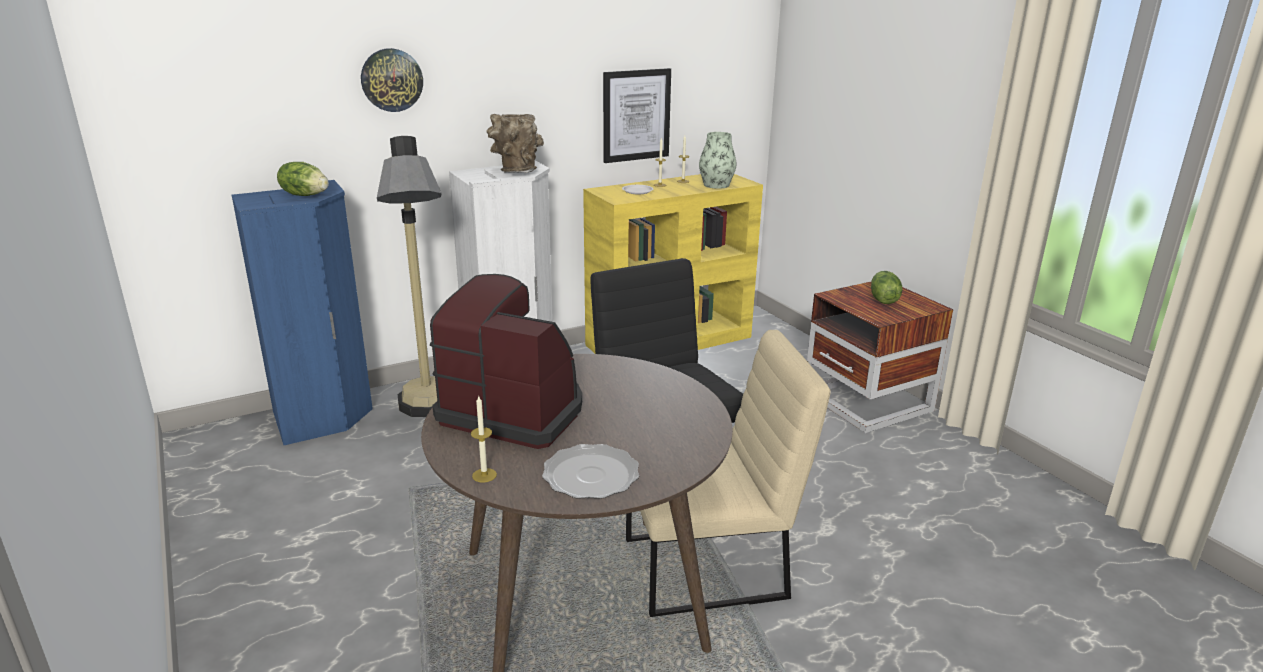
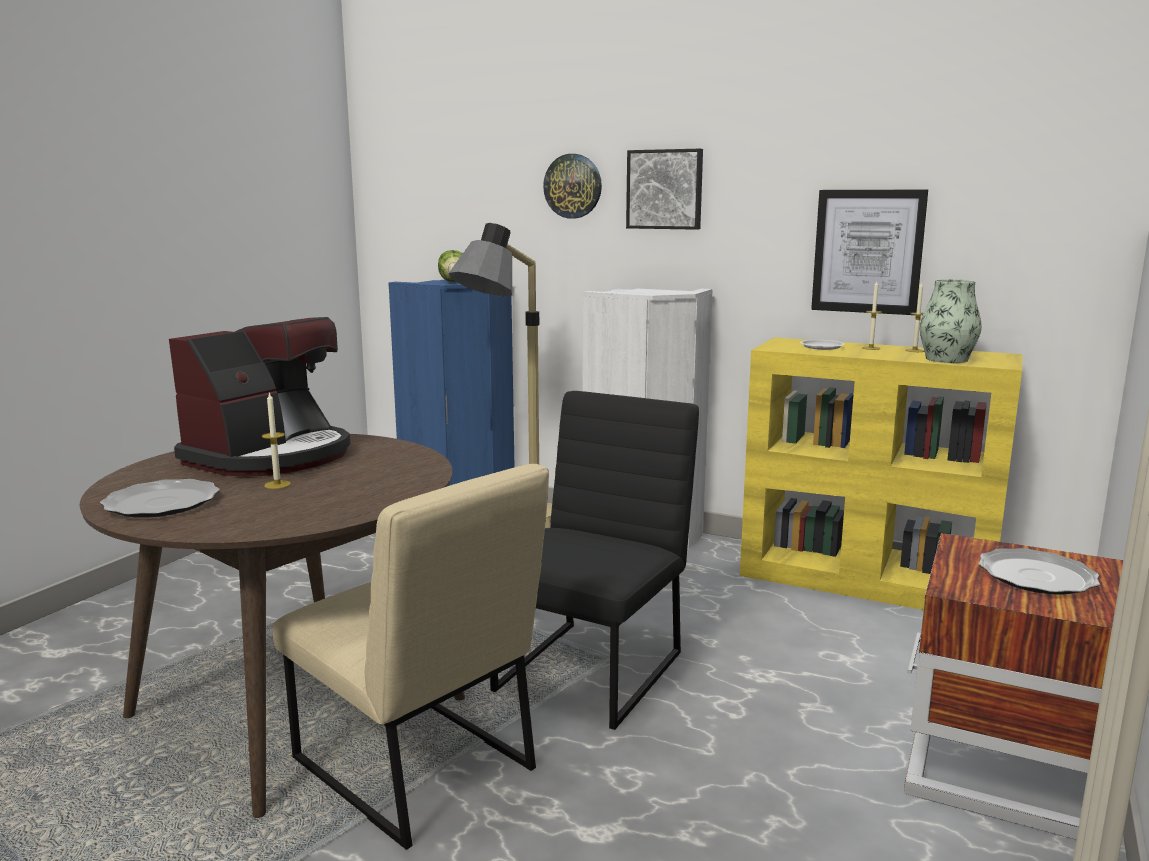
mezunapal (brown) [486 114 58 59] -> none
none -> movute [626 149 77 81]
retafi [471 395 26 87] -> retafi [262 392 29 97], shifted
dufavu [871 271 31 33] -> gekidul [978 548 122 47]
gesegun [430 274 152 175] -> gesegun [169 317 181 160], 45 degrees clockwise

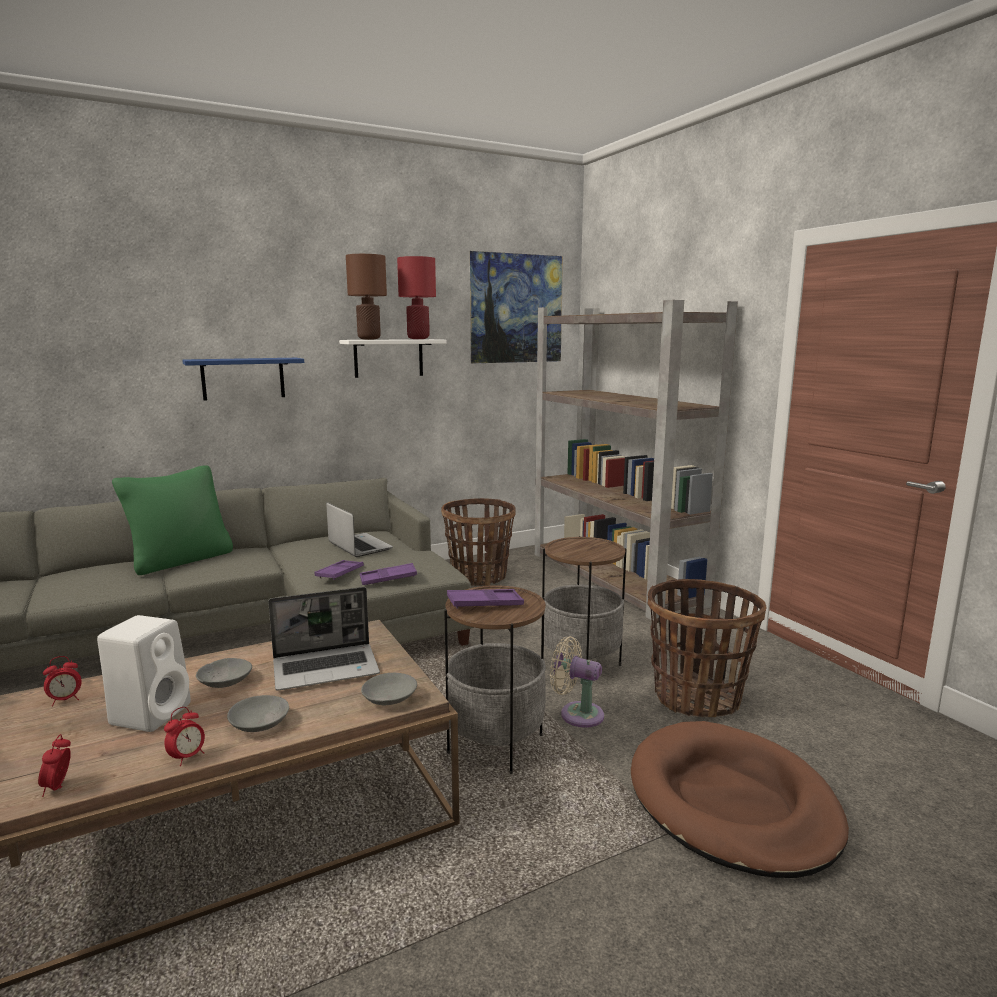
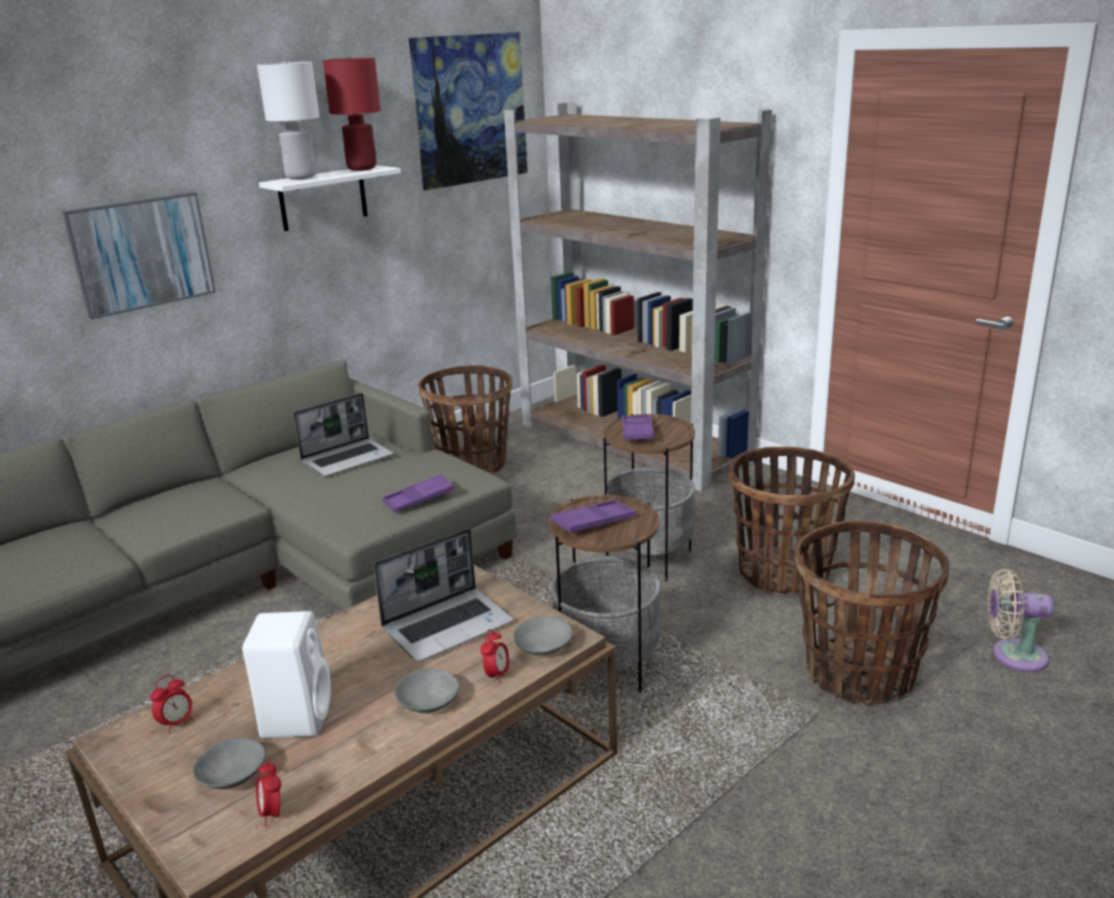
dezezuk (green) [112 465 121 110] -> none
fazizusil [164 707 41 59] -> fazizusil [480 629 29 54], shifted
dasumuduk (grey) [196 658 56 30] -> dasumuduk (grey) [193 738 73 51], shifted
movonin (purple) [315 560 49 20] -> movonin (purple) [622 414 31 27], shifted
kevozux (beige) [550 636 54 92] -> kevozux (beige) [987 569 67 103], shifted
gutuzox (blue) [182 358 122 43] -> movute [62 192 154 127]
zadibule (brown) [631 721 218 157] -> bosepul [795 520 155 185]
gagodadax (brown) [346 254 41 86] -> gagodadax (white) [257 61 63 119]
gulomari [326 502 67 55] -> gulomari [293 393 101 83], 105 degrees clockwise

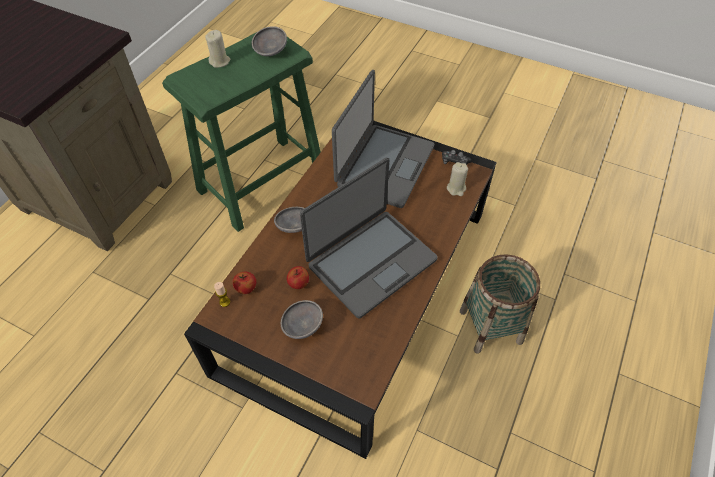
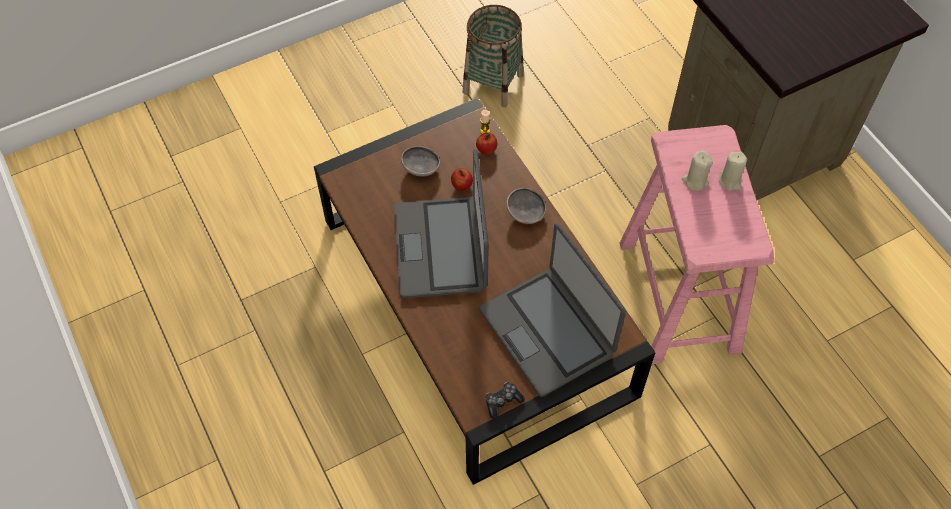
dasumuduk (grey) [252 26 35 30] -> none
retafi (beige) [447 162 21 34] -> retafi (beige) [682 151 31 40], shifted
bosepul [460 255 80 99] -> bosepul [463 5 60 102], shifted
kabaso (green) [162 32 159 200] -> kabaso (pink) [620 125 154 239]

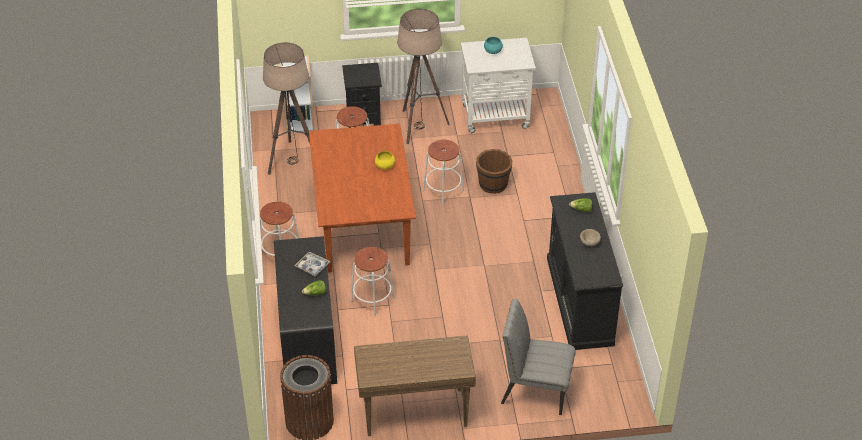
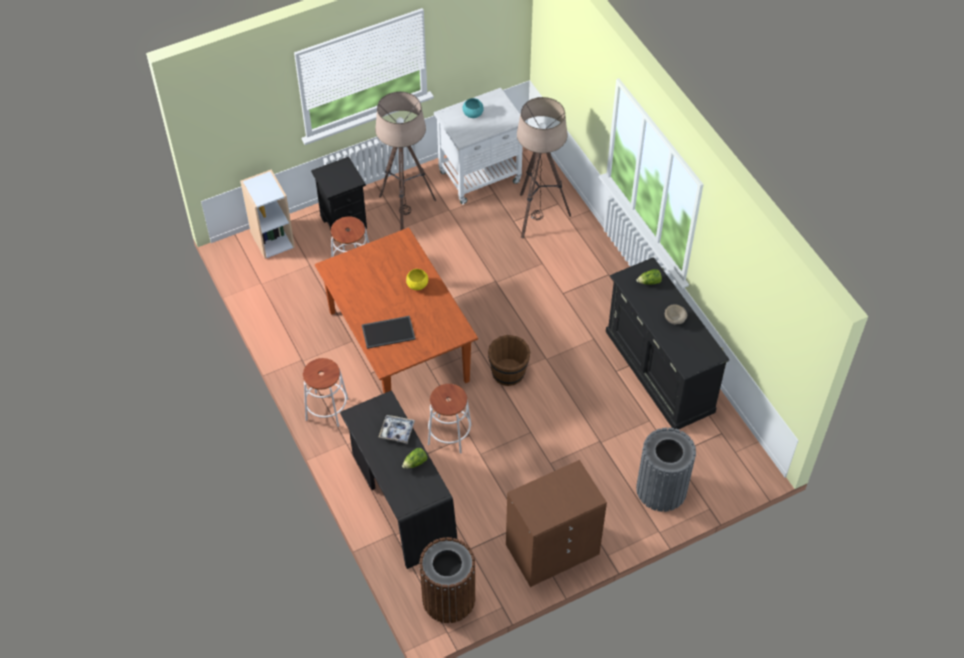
kabaso (white) [423 140 41 65] -> none
none -> movonin [362 316 54 33]
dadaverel [263 43 47 132] -> dadaverel [517 97 54 141], shifted
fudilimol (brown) [476 149 36 45] -> fudilimol (brown) [488 335 42 51], shifted
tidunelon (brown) [354 335 122 101] -> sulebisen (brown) [506 460 101 127]
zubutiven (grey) [501 299 75 116] -> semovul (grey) [636 427 60 85]

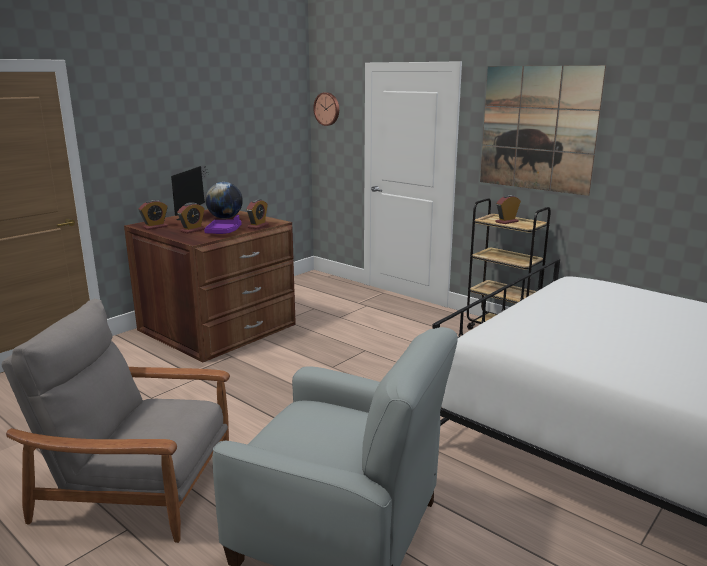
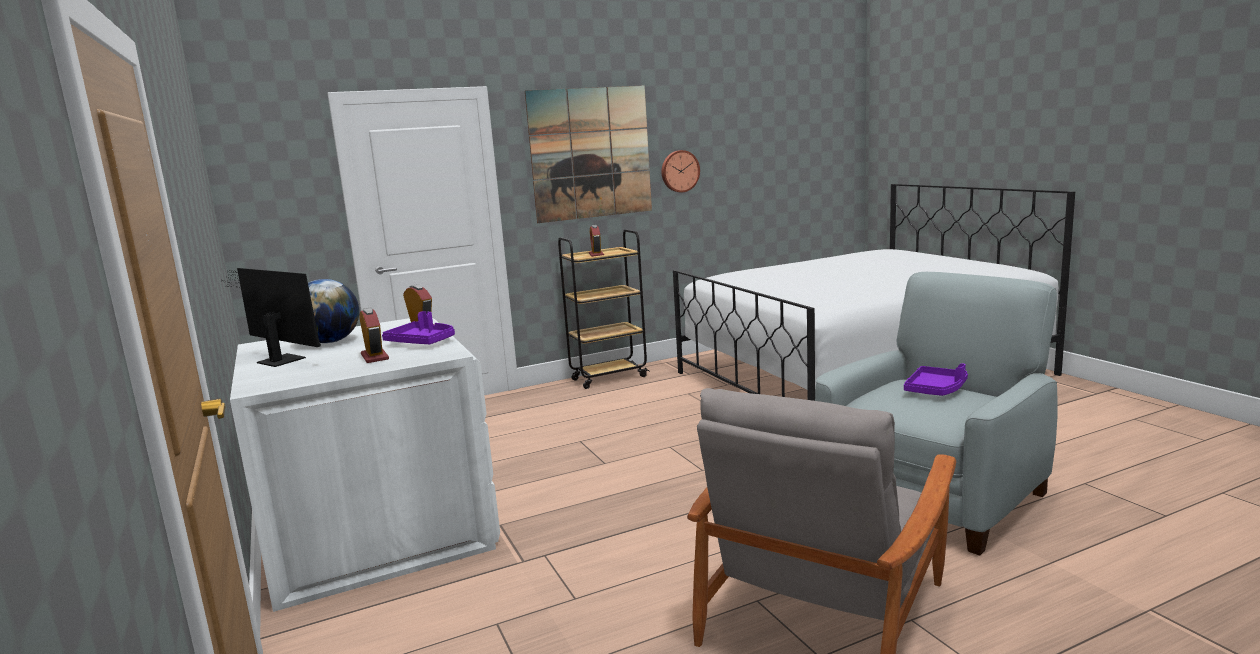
fazizusil [138 200 30 30] -> none
none -> movonin (purple) [904 364 64 32]
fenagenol [313 92 26 34] -> fenagenol [662 150 38 42], shifted
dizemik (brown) [124 209 172 154] -> dizemik (white) [230 318 270 294]

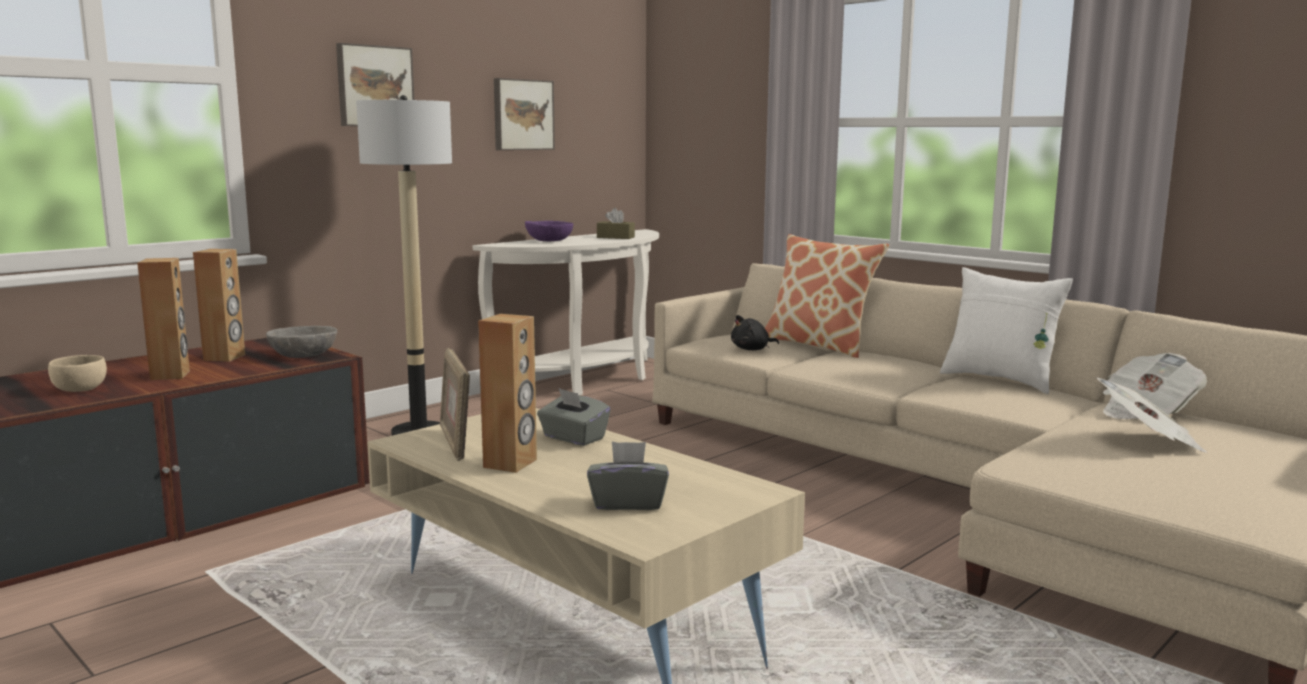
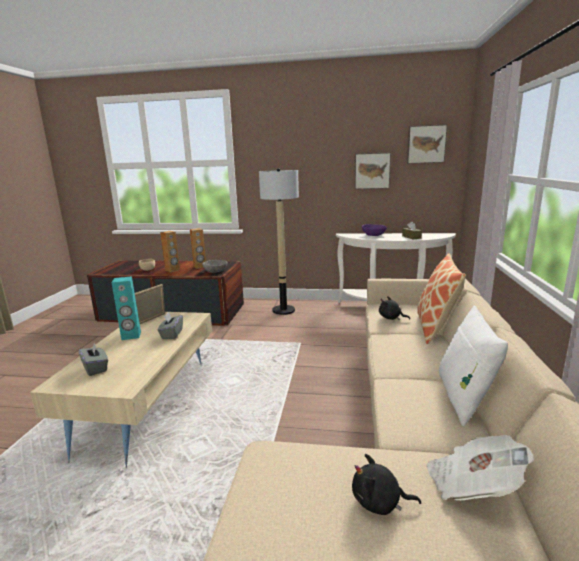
movute [336 43 78 83] -> movute [407 124 41 40], shifted
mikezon [1096 377 112 76] -> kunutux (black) [352 454 69 61]
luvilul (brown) [478 314 59 159] -> luvilul (turquoise) [111 277 30 63]

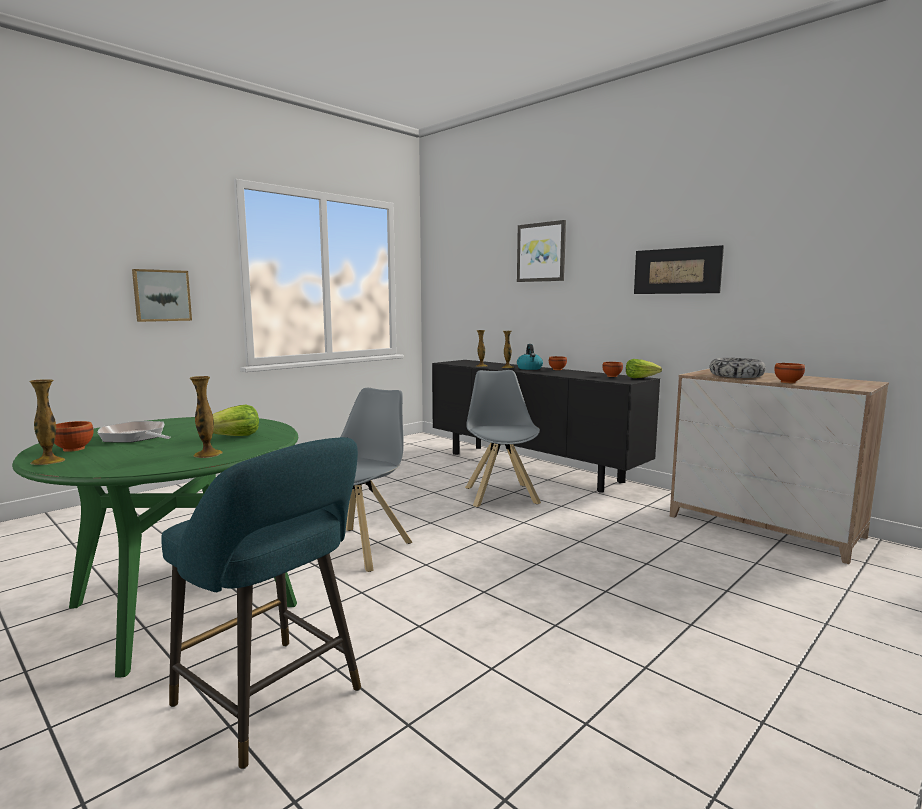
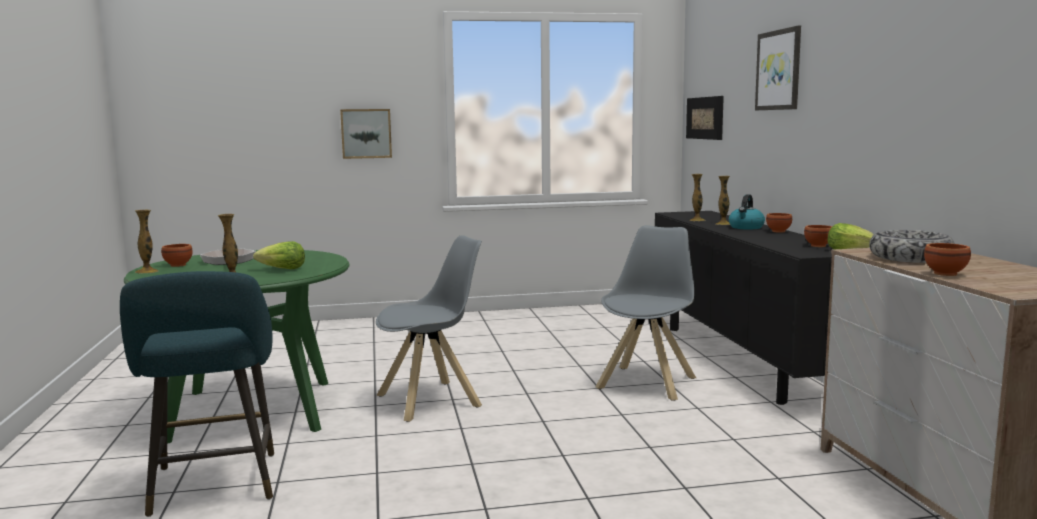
movute [634 245 90 49] -> movute [686 96 38 44], shifted

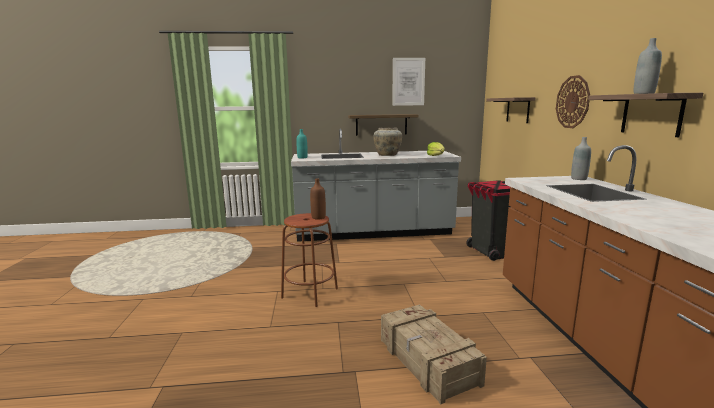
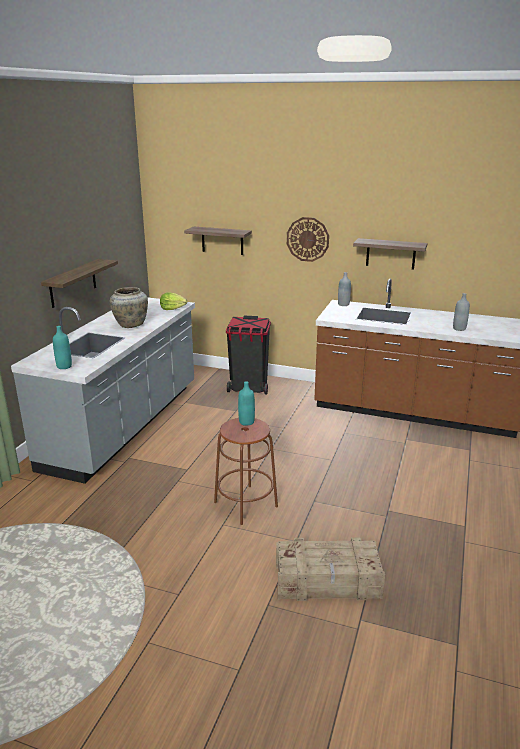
movute [392 58 33 48] -> none
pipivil [381 305 106 100] -> pipivil [276 537 109 64], shifted
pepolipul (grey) [634 38 28 56] -> pepolipul (grey) [453 293 17 38], shifted
pepolipul (brown) [310 178 16 42] -> pepolipul (turquoise) [238 381 17 45]

